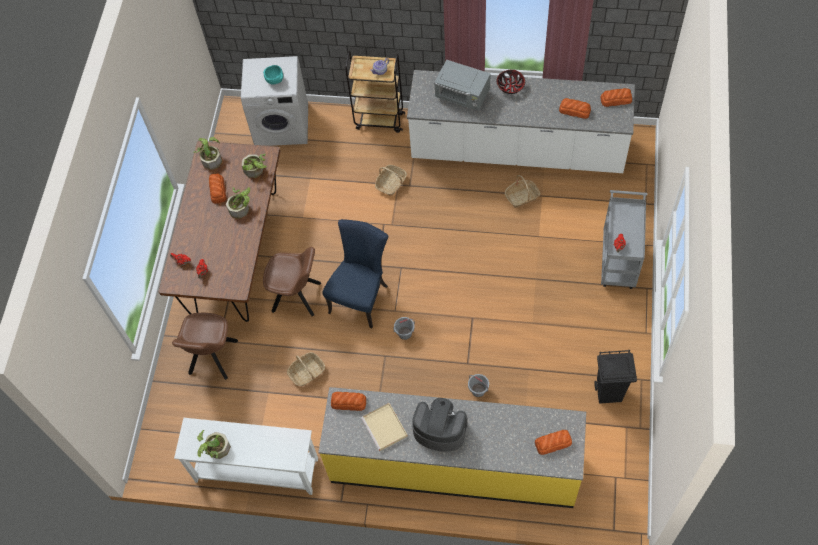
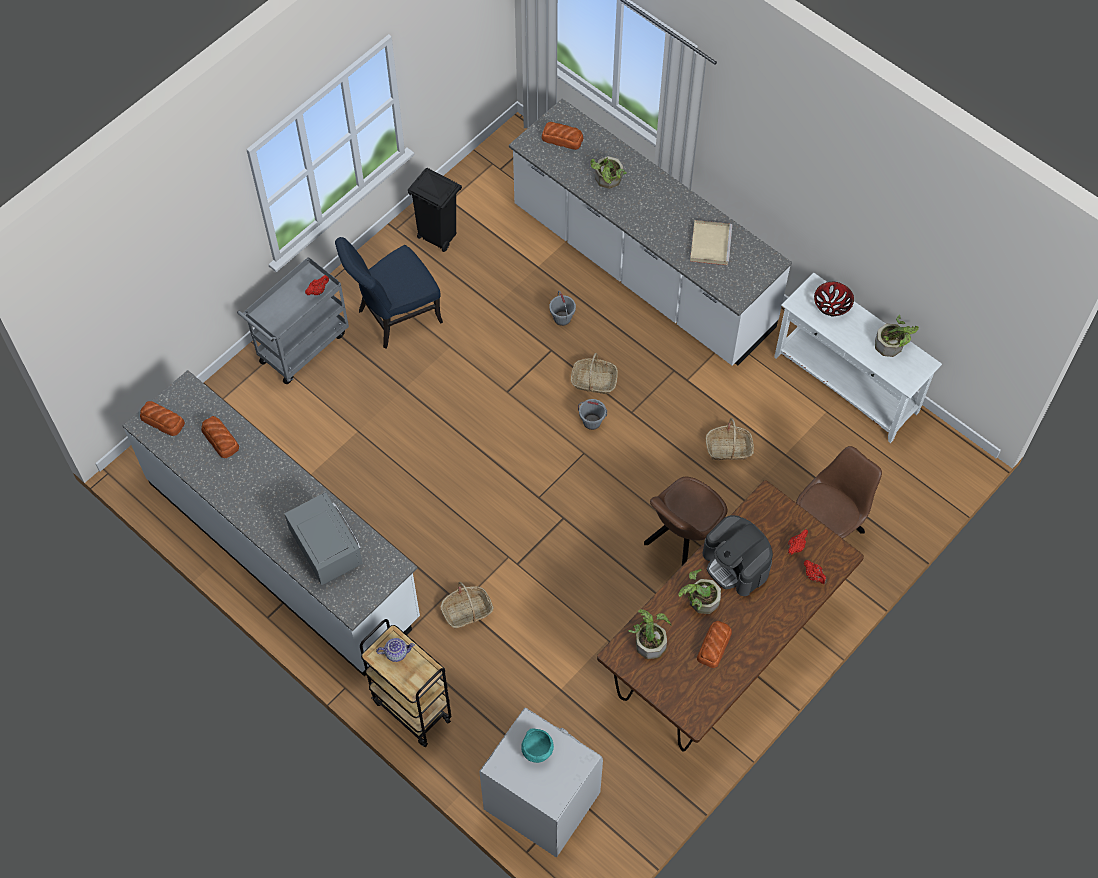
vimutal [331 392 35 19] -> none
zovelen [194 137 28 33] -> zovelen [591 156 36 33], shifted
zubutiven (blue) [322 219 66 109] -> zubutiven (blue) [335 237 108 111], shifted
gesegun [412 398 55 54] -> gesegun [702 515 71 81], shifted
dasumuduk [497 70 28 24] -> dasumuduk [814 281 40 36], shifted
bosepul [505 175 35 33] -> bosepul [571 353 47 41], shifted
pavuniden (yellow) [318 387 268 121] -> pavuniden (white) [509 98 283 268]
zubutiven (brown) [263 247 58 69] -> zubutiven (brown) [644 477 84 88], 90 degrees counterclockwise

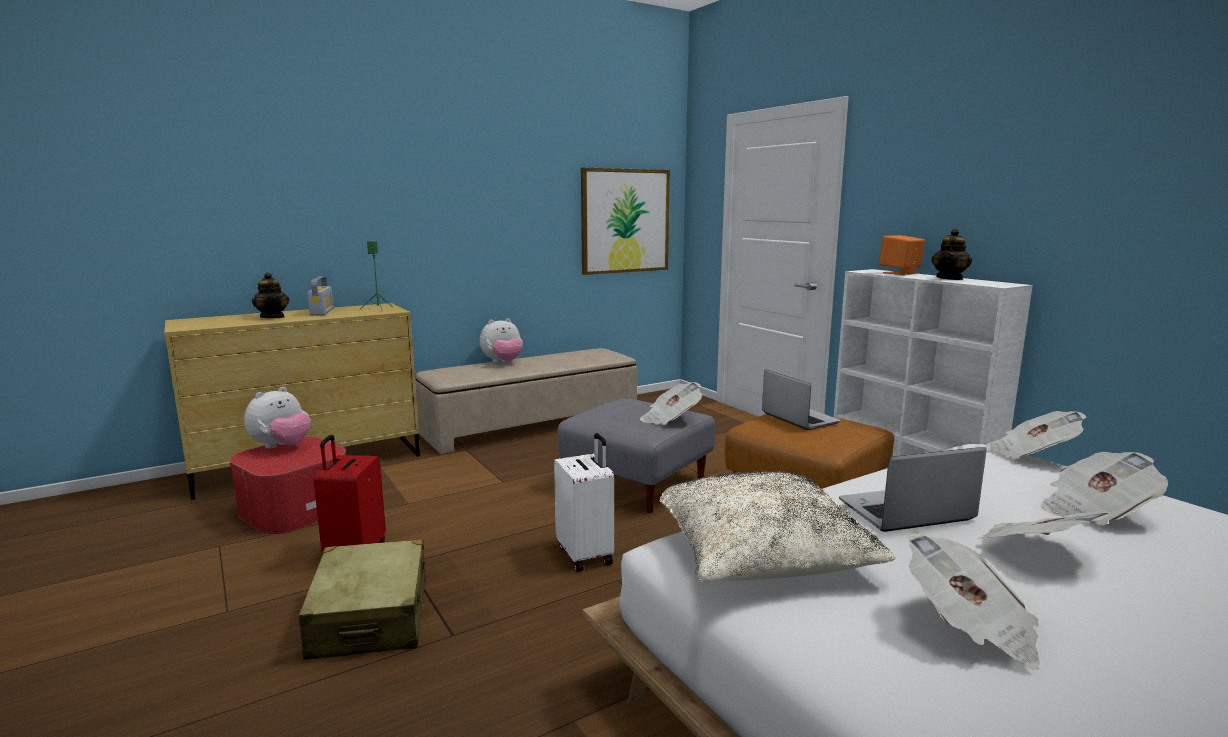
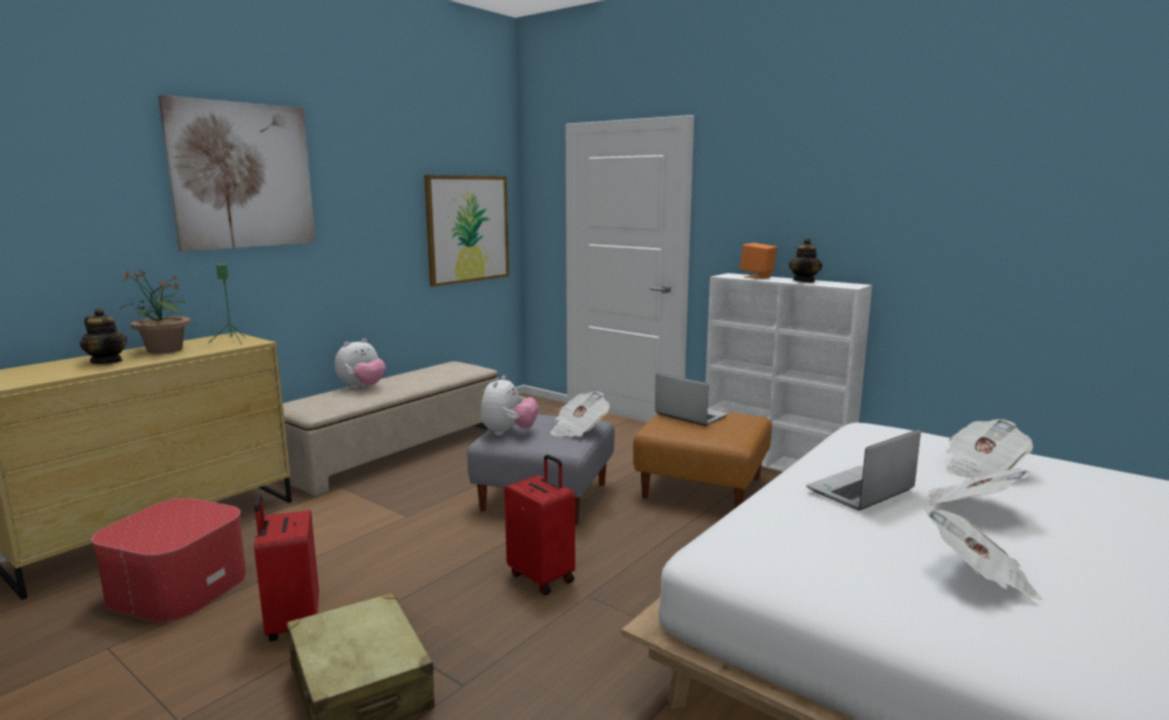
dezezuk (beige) [659 471 236 112] -> none
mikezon [985 411 102 48] -> none
none -> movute [158 95 158 157]
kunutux [244 387 67 62] -> kunutux [481 375 57 61], shifted
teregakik [307 276 26 40] -> zovelen [120 270 71 84]
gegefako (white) [554 433 60 139] -> gegefako (red) [504 455 71 140]

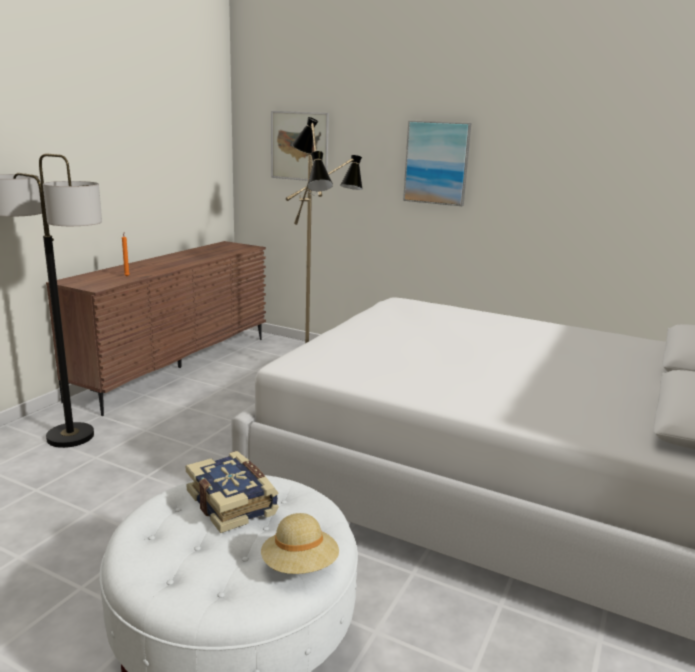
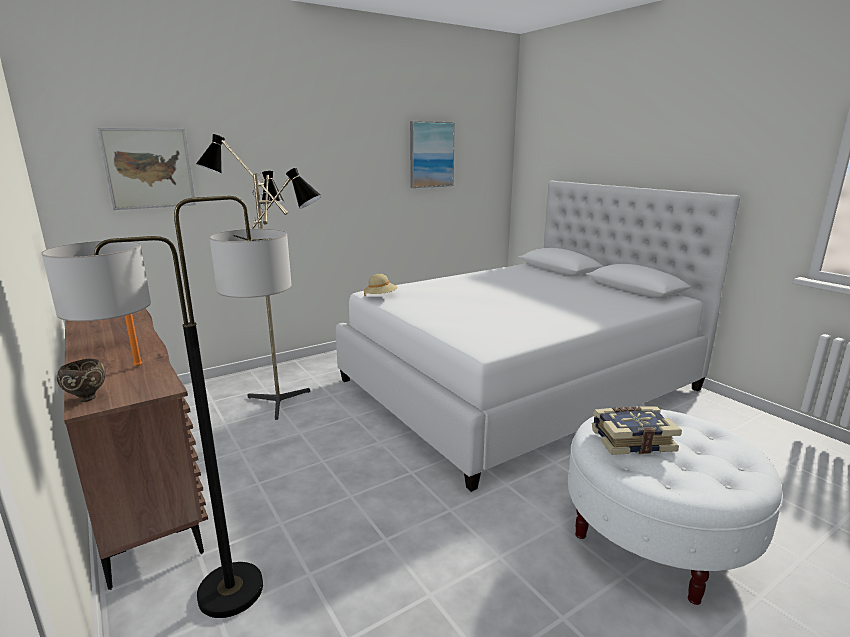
none -> dasumuduk (brown) [57 358 49 44]
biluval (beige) [261 513 78 61] -> biluval (beige) [364 274 34 23], shifted
movute [403 121 68 85] -> movute [410 121 45 67], shifted

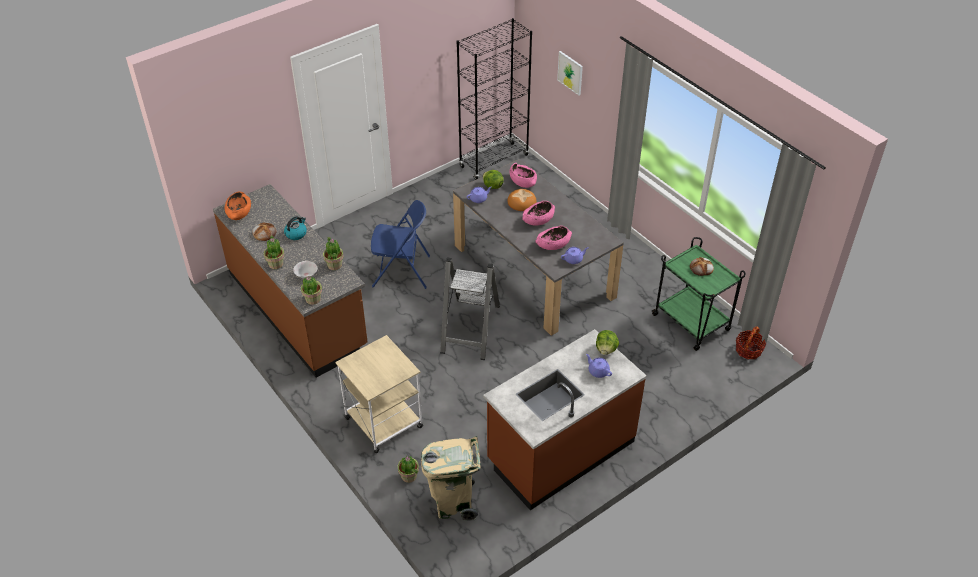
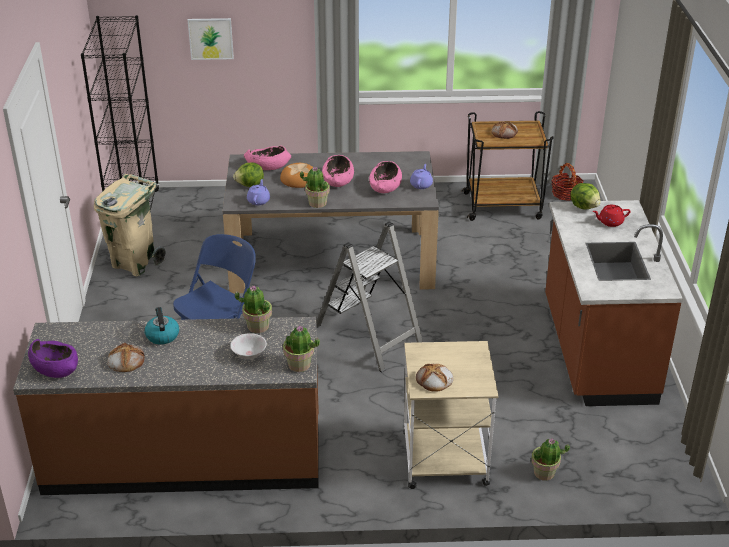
none -> vimutal [416 364 37 28]
zovelen [264 235 20 34] -> zovelen [300 167 30 41], shifted
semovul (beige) [421 436 60 85] -> semovul (beige) [94 174 72 102], shifted
dasumuduk (orange) [225 191 26 29] -> dasumuduk (purple) [28 339 50 39]
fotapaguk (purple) [586 354 26 24] -> fotapaguk (red) [593 205 38 22]
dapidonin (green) [652 237 94 114] -> dapidonin (brown) [461 111 93 110]

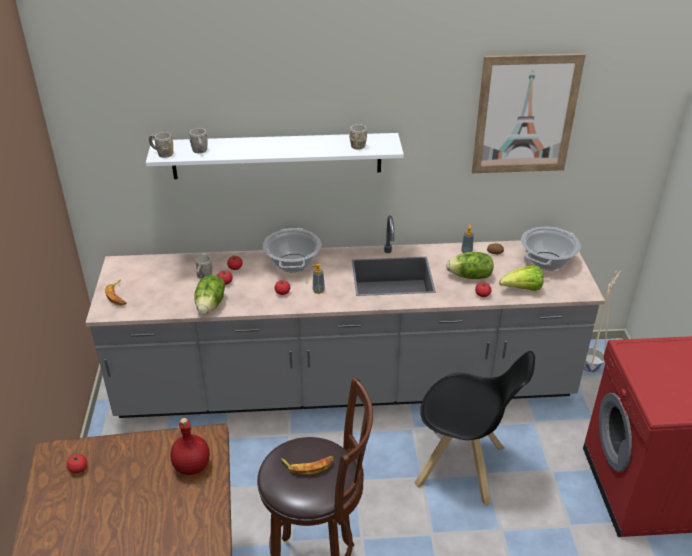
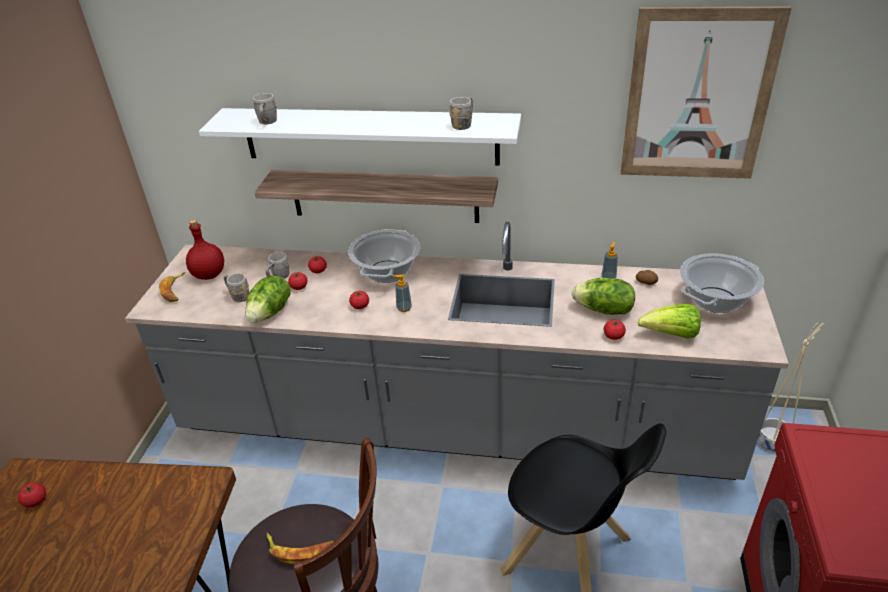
none -> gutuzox [254 170 244 53]
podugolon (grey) [149 132 24 26] -> podugolon (grey) [224 273 25 29], shifted
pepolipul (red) [170 418 40 57] -> pepolipul (red) [186 220 38 60], shifted

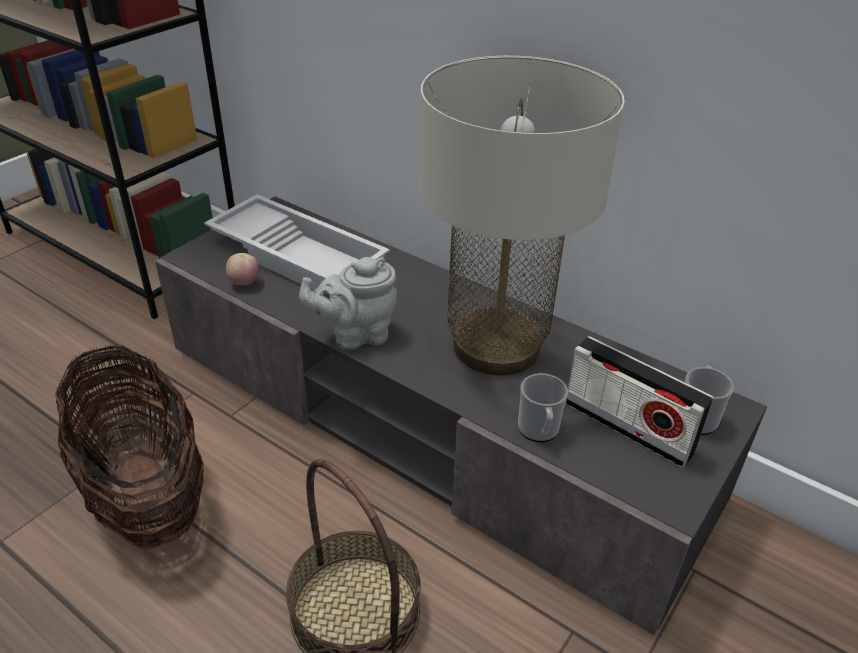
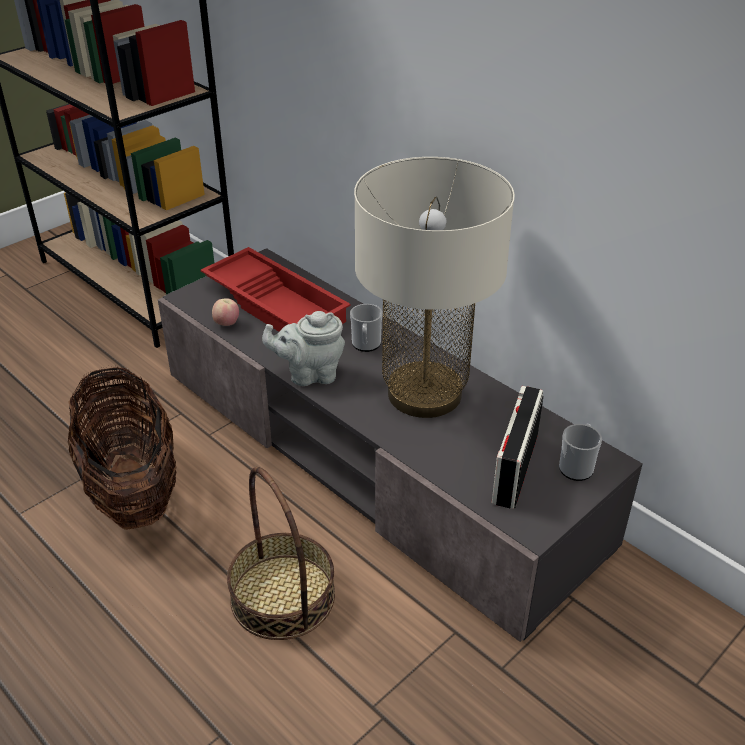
podugolon [518 373 50 69] -> podugolon [350 304 33 48], shifted
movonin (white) [204 195 186 95] -> movonin (red) [201 247 150 85]
teregakik [565 336 149 131] -> teregakik [491 386 53 123], 60 degrees clockwise

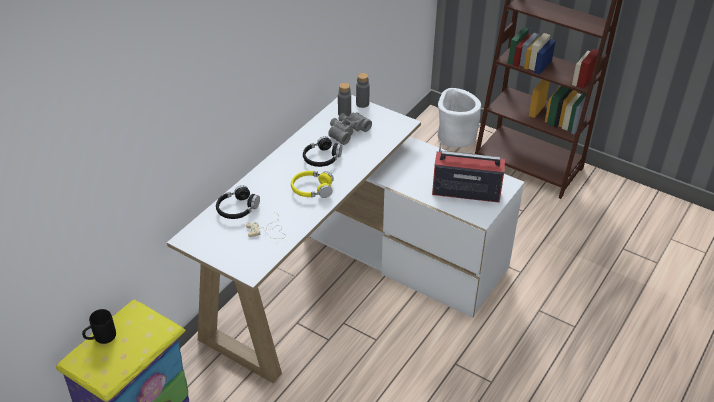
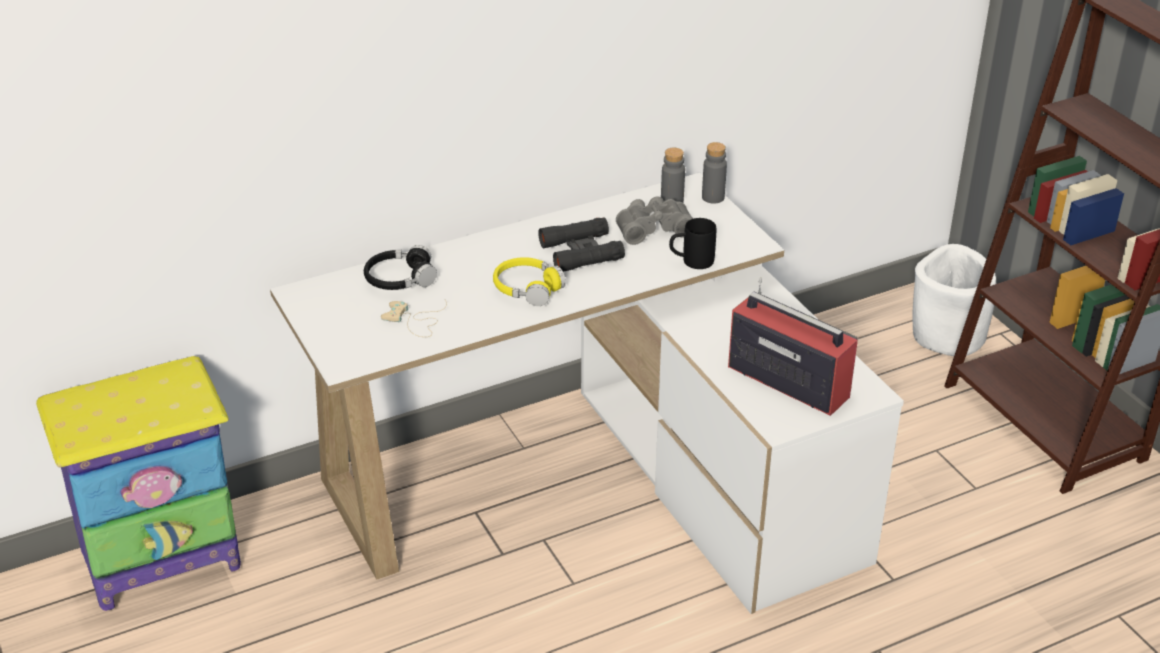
podugolon (black) [82 309 34 35] -> podugolon (black) [669 218 47 51], shifted
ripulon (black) [303 136 39 31] -> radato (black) [538 217 87 55]

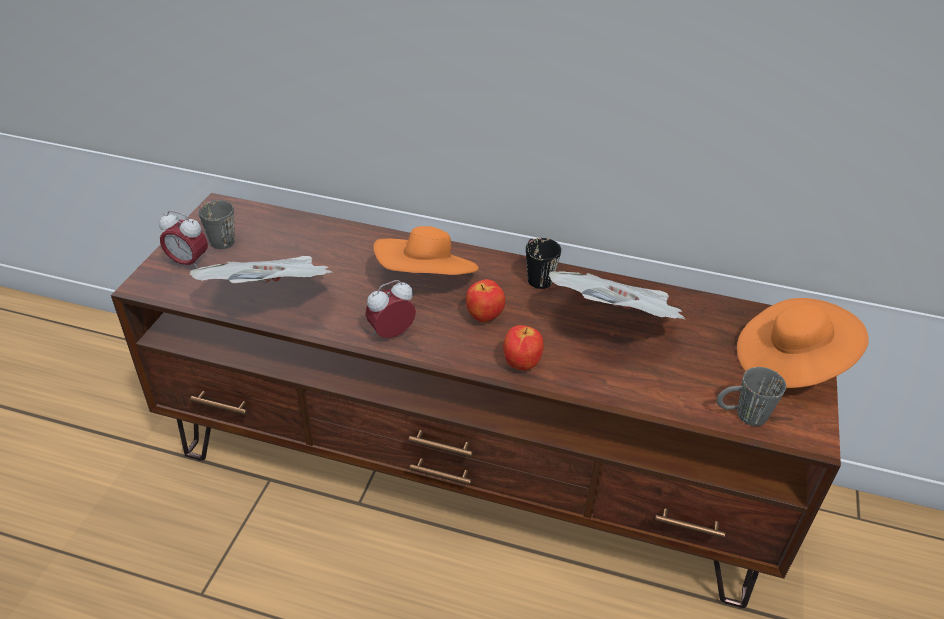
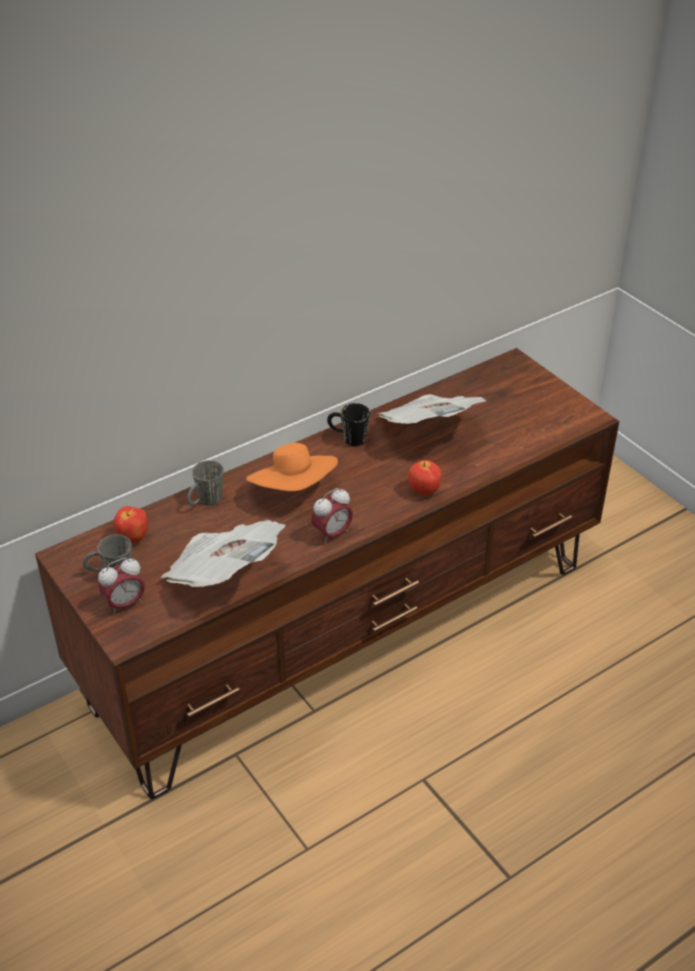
biluval (orange) [737 298 132 90] -> none
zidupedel [466 279 39 44] -> zidupedel [114 506 34 37], shifted
podugolon (grey) [717 367 69 59] -> podugolon (grey) [187 460 37 46], shifted
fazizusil [365 280 51 58] -> fazizusil [311 488 42 56], 135 degrees counterclockwise

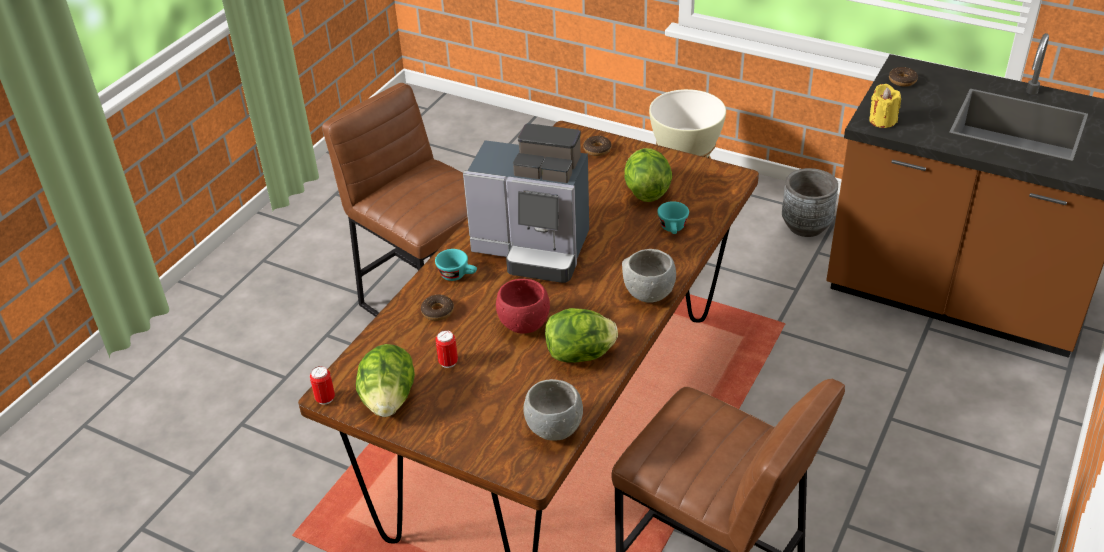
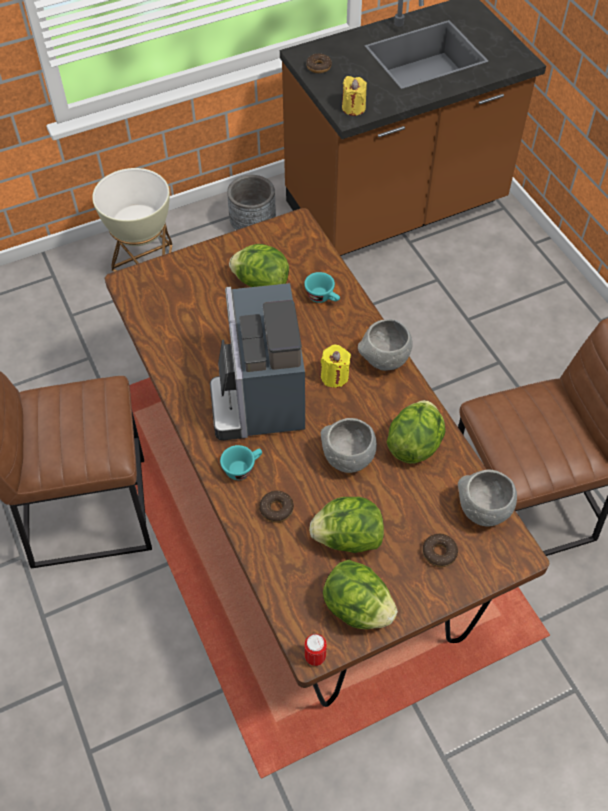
none -> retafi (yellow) [321 345 30 43]
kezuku [583 136 28 20] -> kezuku [422 534 36 33], shifted
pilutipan [435 330 23 38] -> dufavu [309 497 75 56]
dasumuduk (red) [496 279 54 55] -> dasumuduk (grey) [321 418 56 55]
gesegun [463 123 126 160] -> gesegun [210 283 95 157], 120 degrees clockwise

